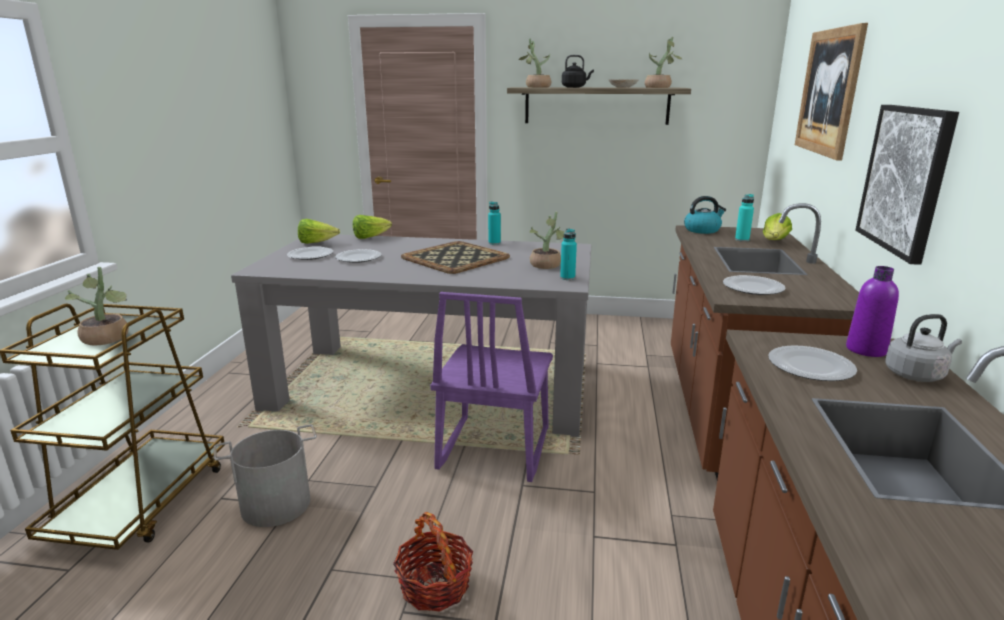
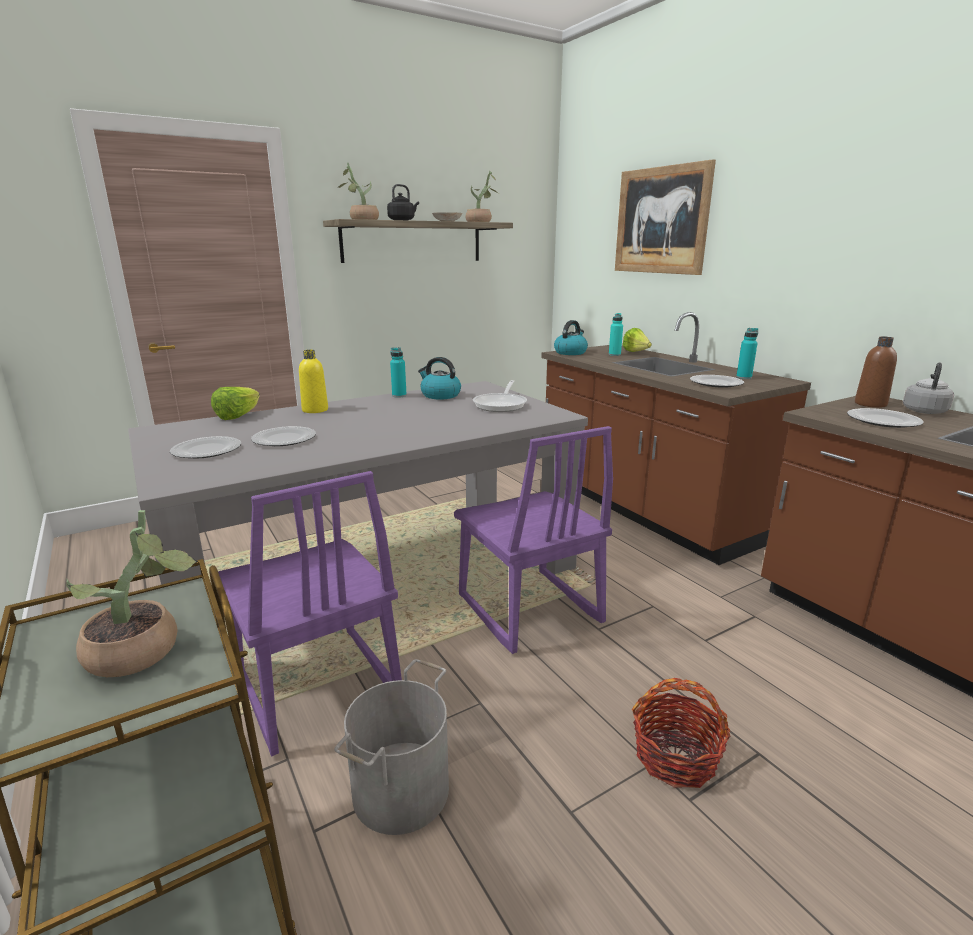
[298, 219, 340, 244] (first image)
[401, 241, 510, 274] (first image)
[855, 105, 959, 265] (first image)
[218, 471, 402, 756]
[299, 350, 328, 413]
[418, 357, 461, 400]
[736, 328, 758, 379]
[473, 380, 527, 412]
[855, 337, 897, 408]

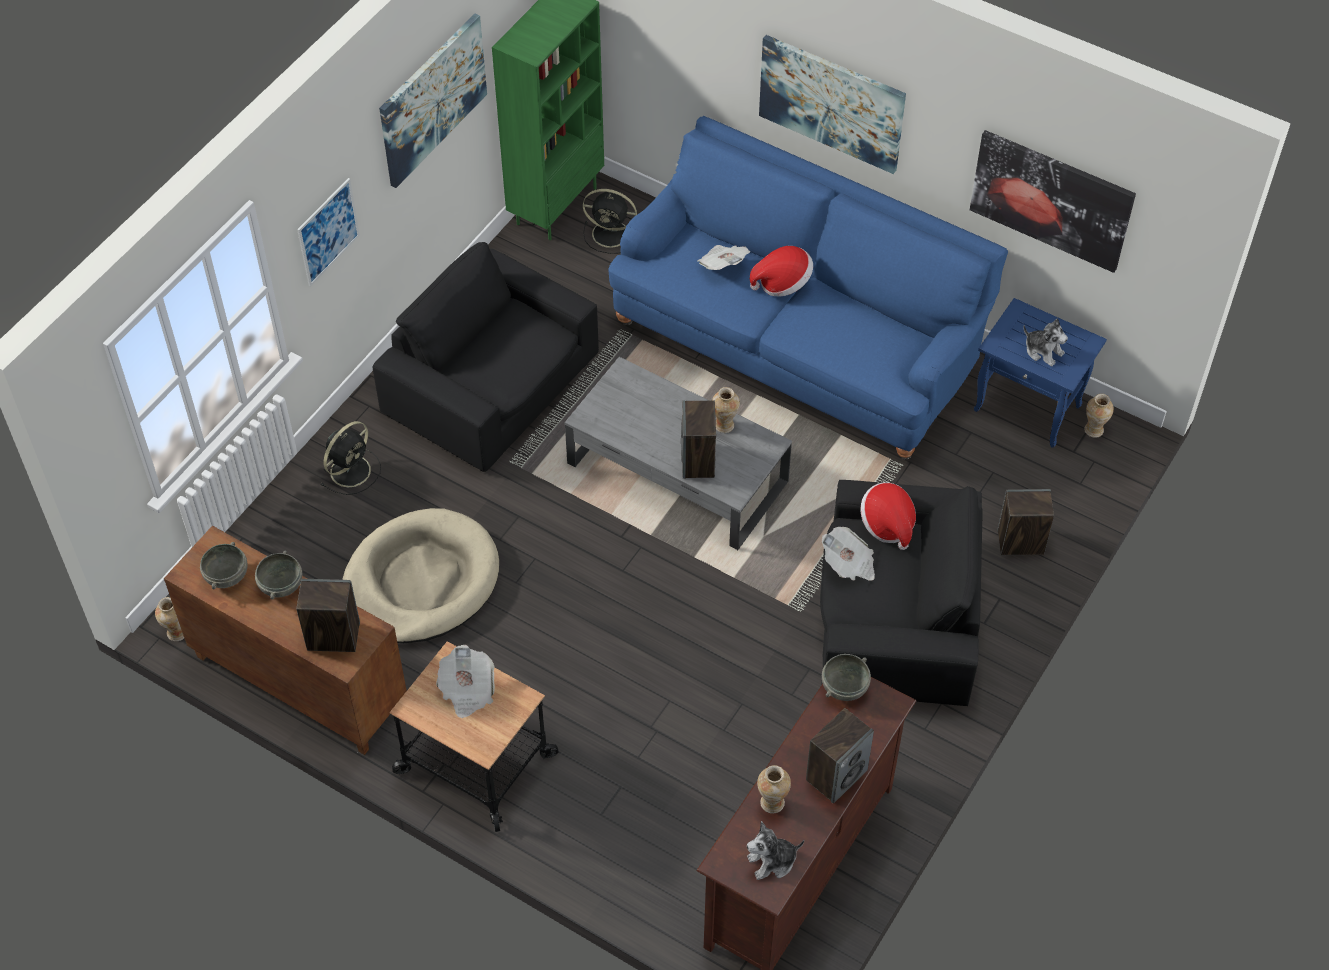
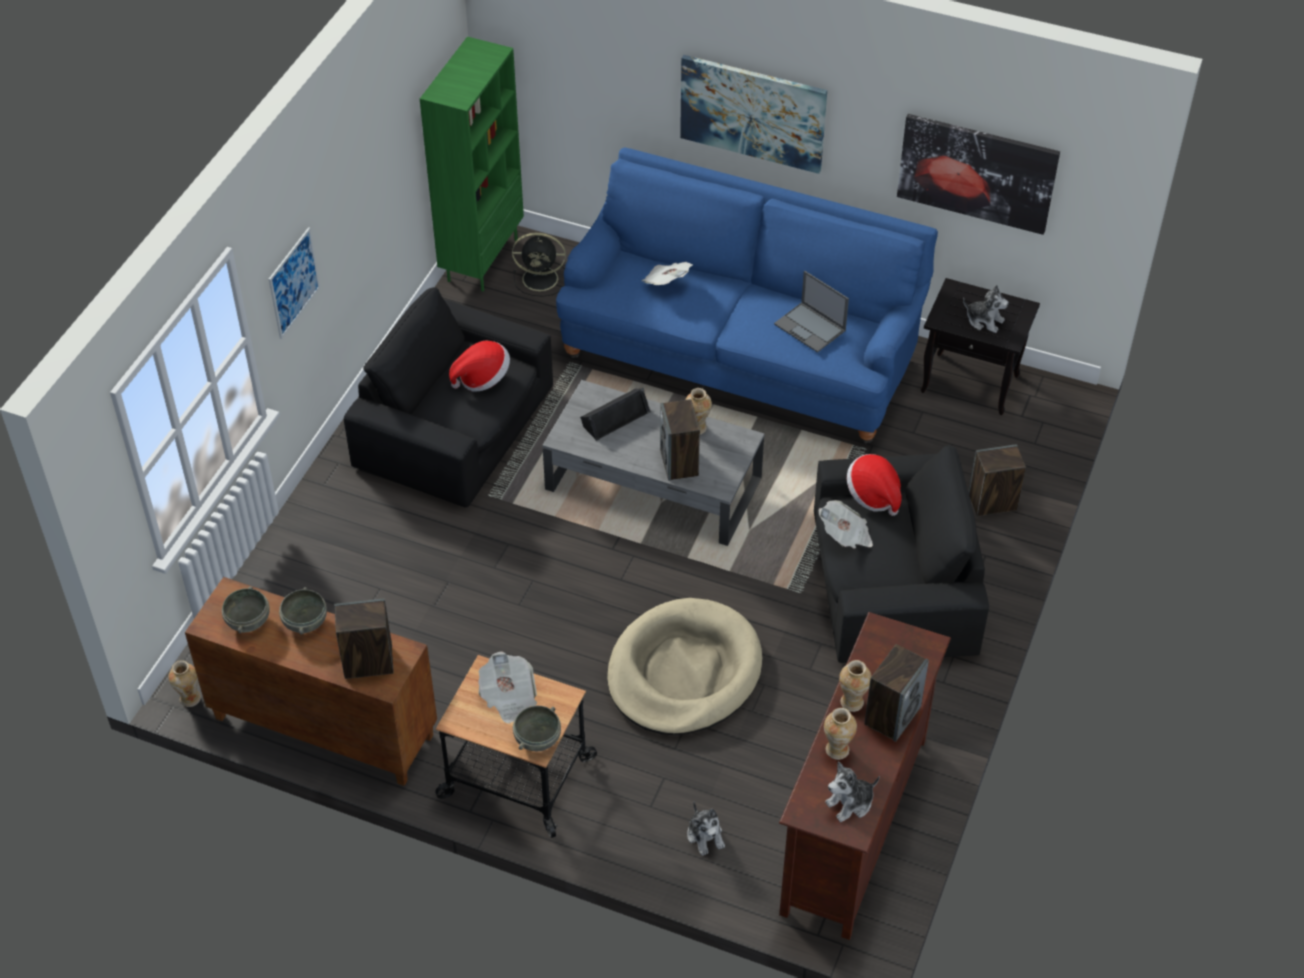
[321, 421, 381, 495] (first image)
[379, 14, 487, 188] (first image)
[580, 388, 651, 441]
[687, 801, 725, 856]
[774, 271, 849, 353]
[607, 598, 762, 735]
[449, 341, 510, 392]
[513, 706, 561, 751]
[839, 660, 872, 712]
[921, 278, 1040, 415]

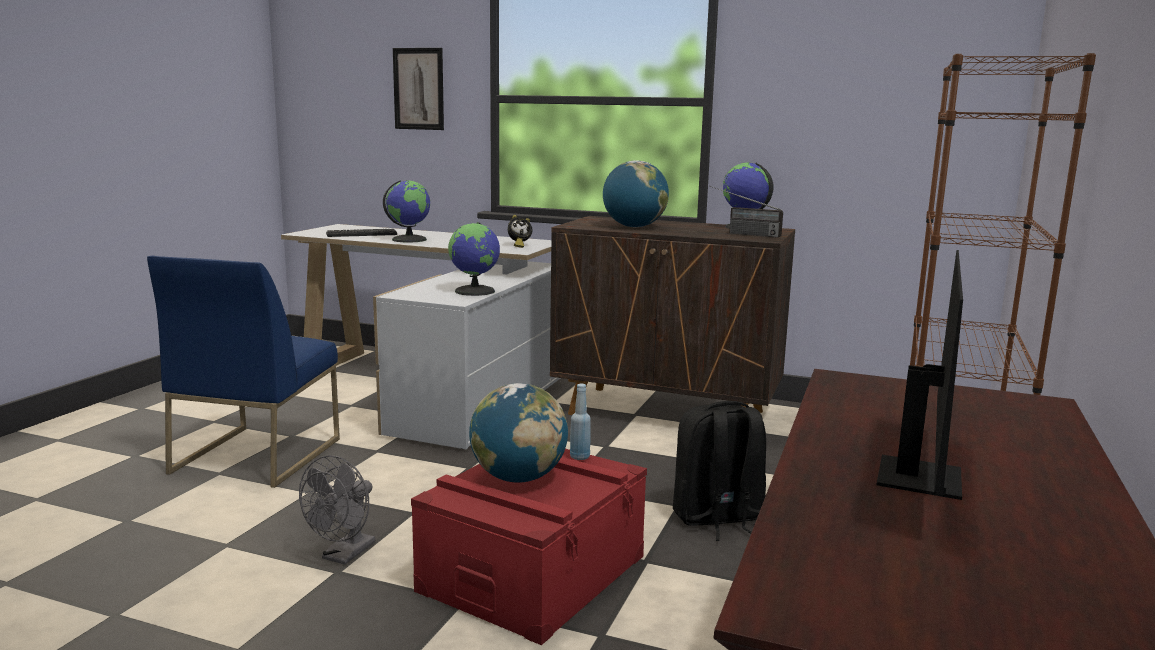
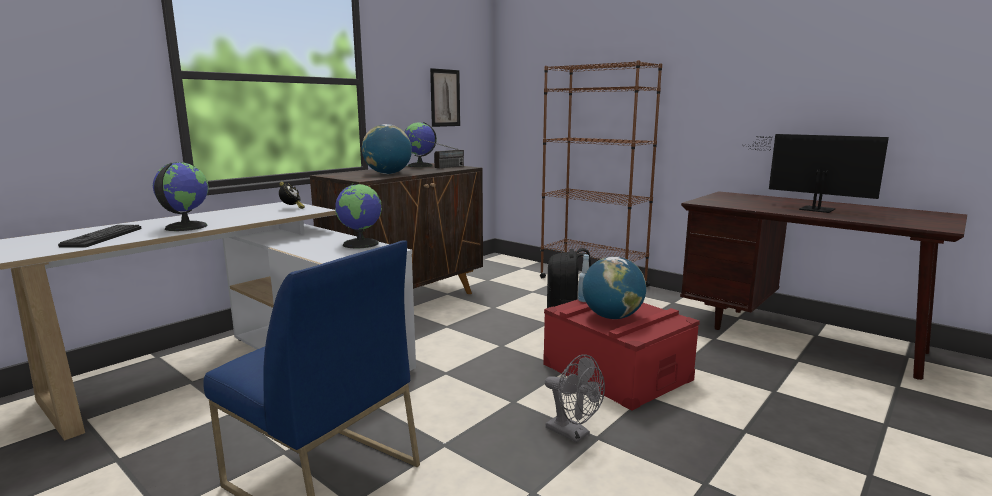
[430, 68, 460, 127]

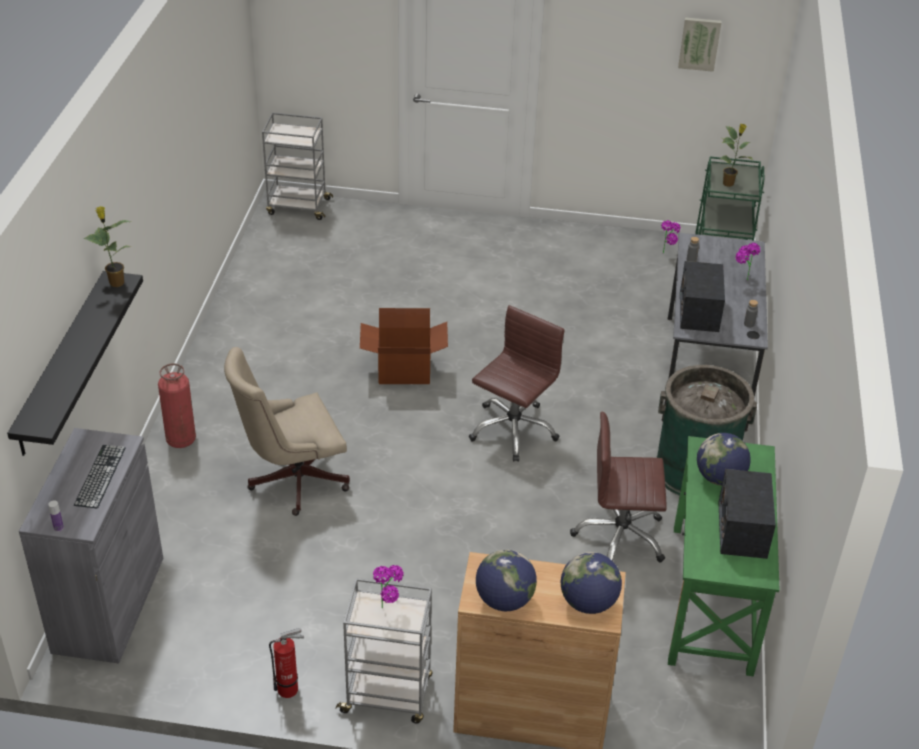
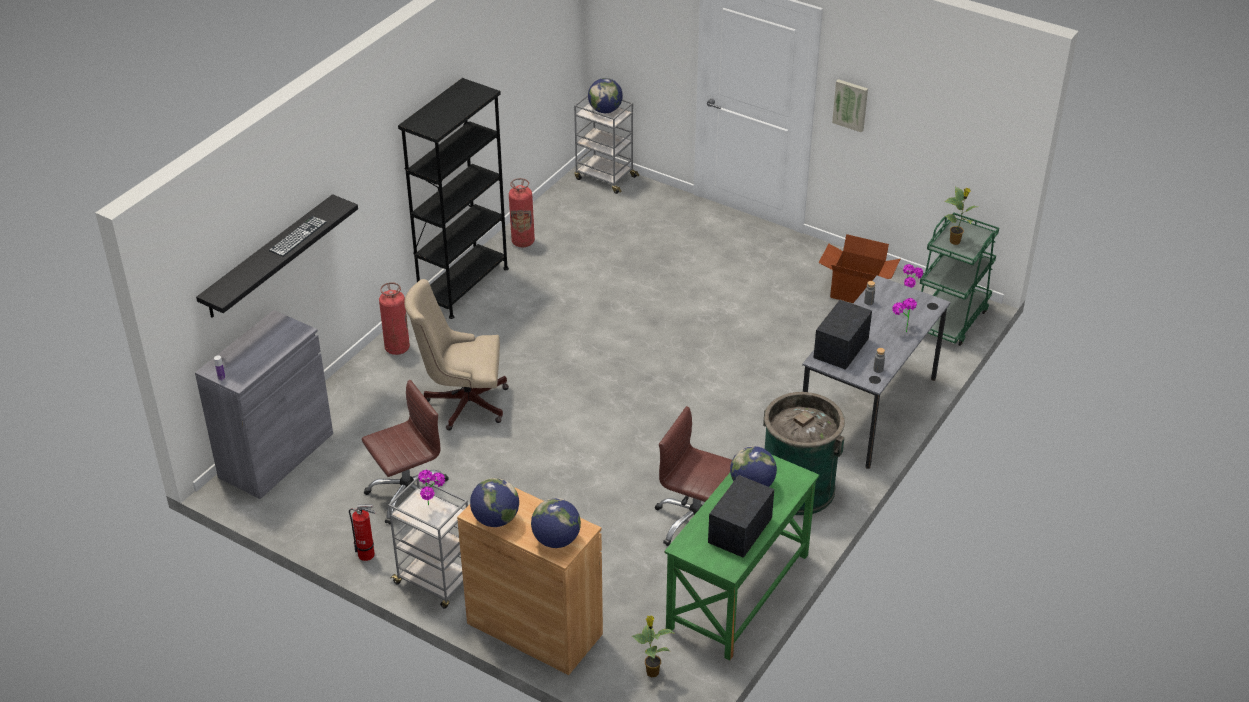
[398, 78, 509, 319]
[509, 178, 535, 248]
[588, 78, 623, 113]
[269, 216, 326, 257]
[632, 615, 674, 677]
[819, 234, 900, 303]
[362, 380, 449, 524]
[832, 79, 868, 132]

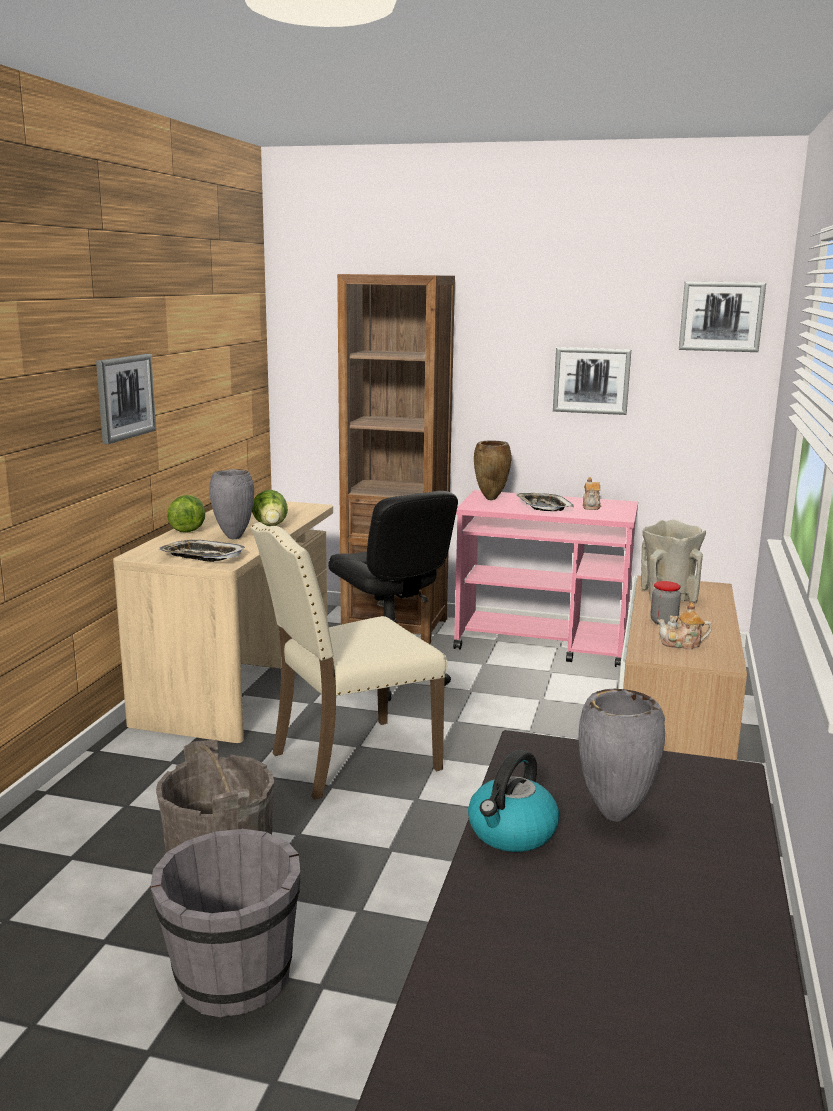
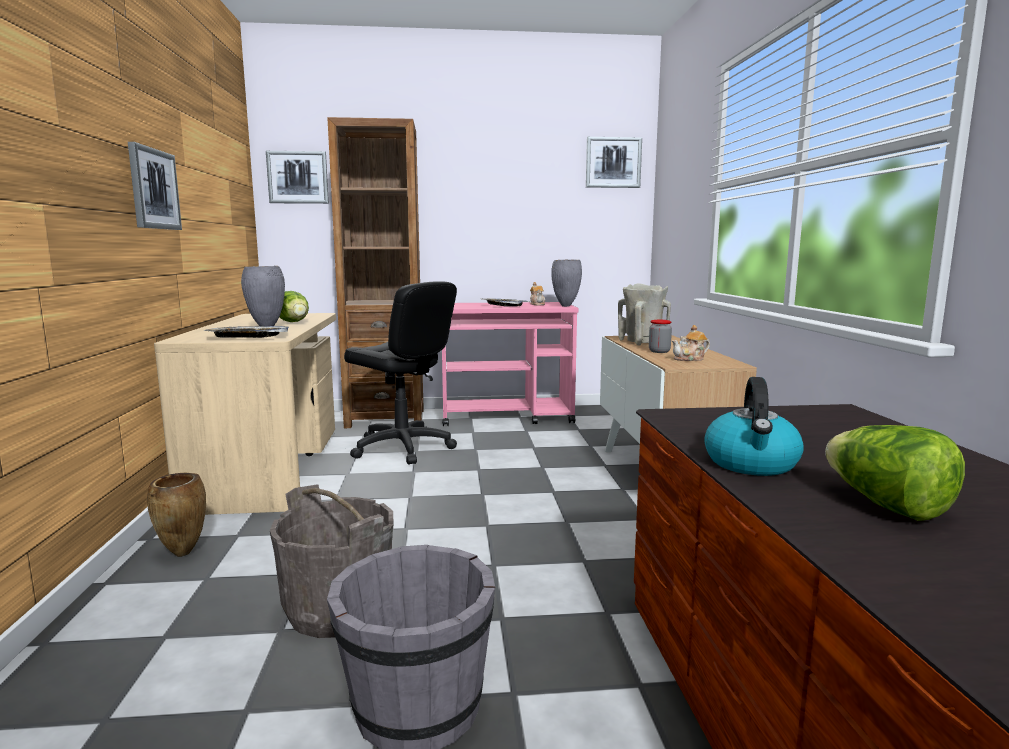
[251, 522, 447, 800] (first image)
[825, 425, 965, 521]
[147, 473, 206, 557]
[266, 151, 329, 204]
[551, 260, 582, 307]

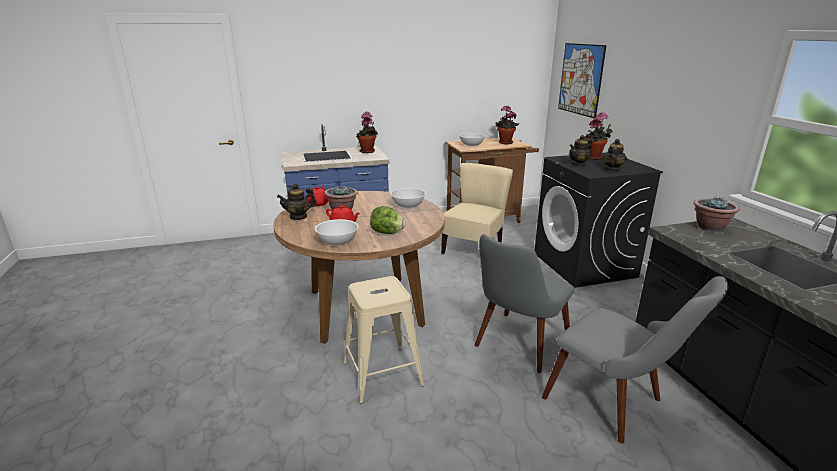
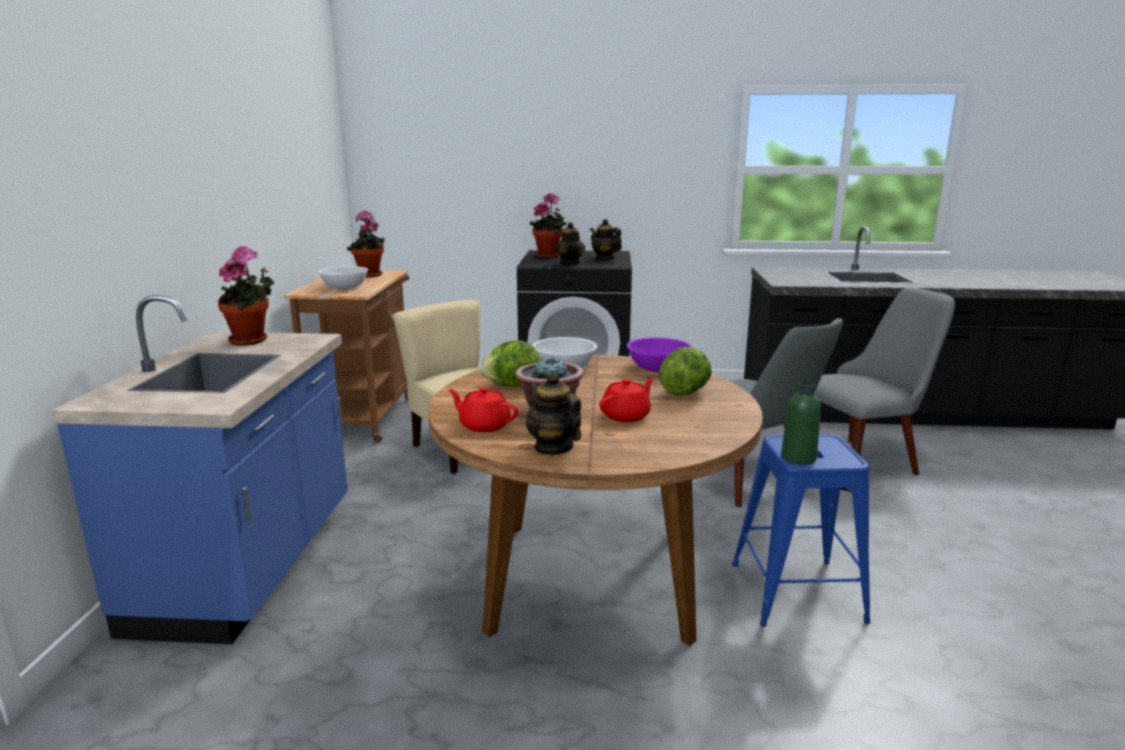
[315, 219, 359, 245] (first image)
[558, 43, 606, 118] (first image)
[694, 196, 740, 231] (first image)
[480, 340, 540, 387]
[627, 337, 692, 372]
[781, 381, 821, 465]
[732, 434, 870, 627]
[526, 372, 581, 455]

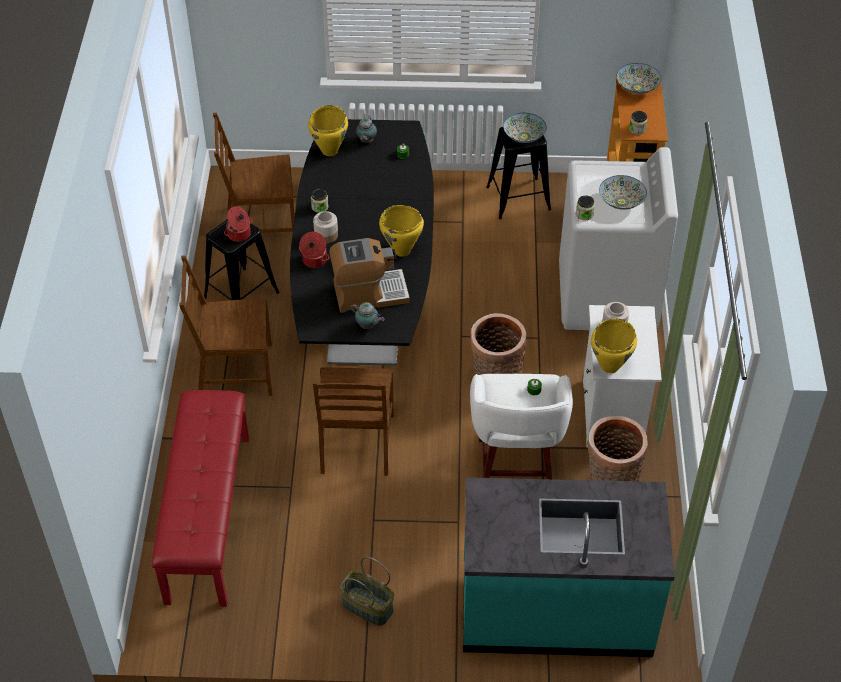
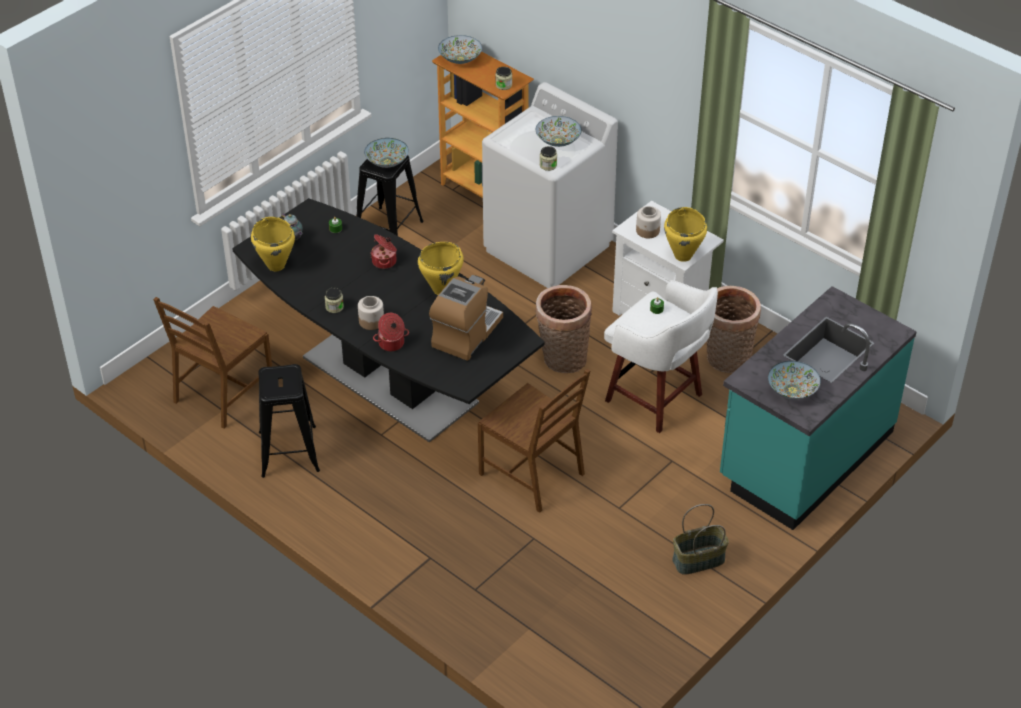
[152, 390, 249, 607] (first image)
[179, 256, 272, 396] (first image)
[350, 302, 385, 329] (first image)
[768, 361, 821, 399]
[370, 234, 397, 269]

